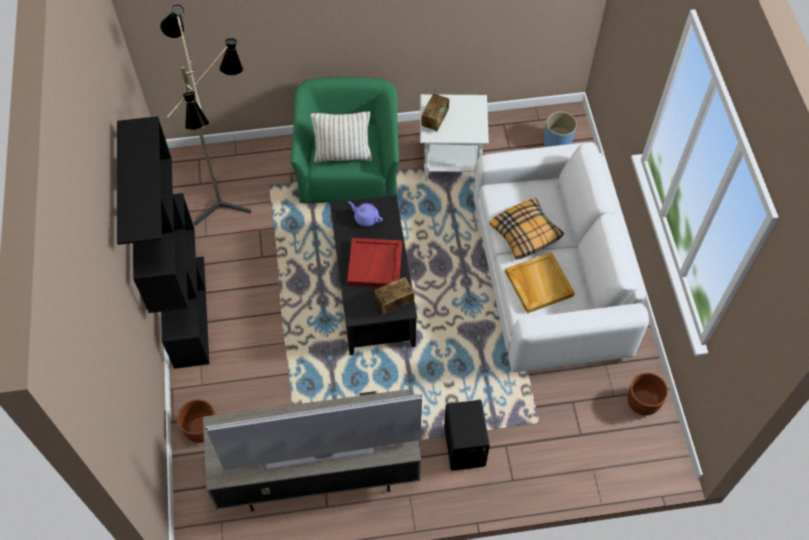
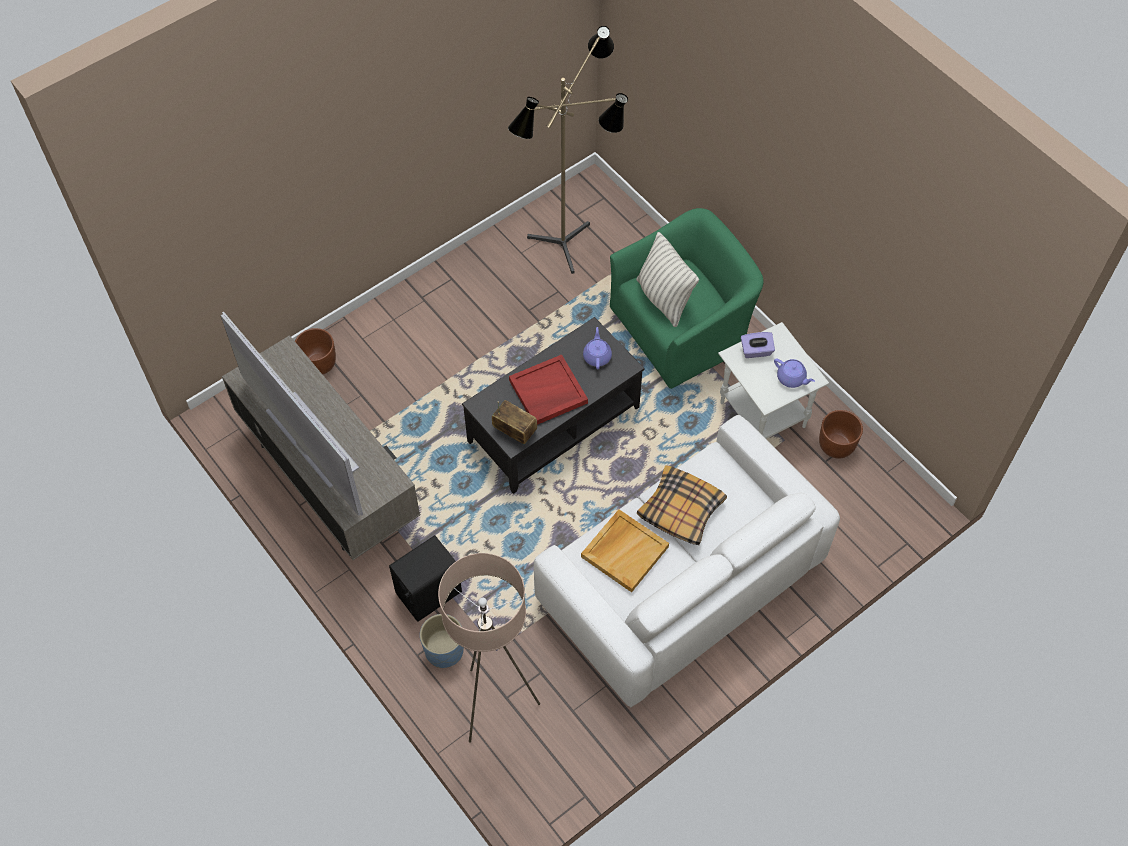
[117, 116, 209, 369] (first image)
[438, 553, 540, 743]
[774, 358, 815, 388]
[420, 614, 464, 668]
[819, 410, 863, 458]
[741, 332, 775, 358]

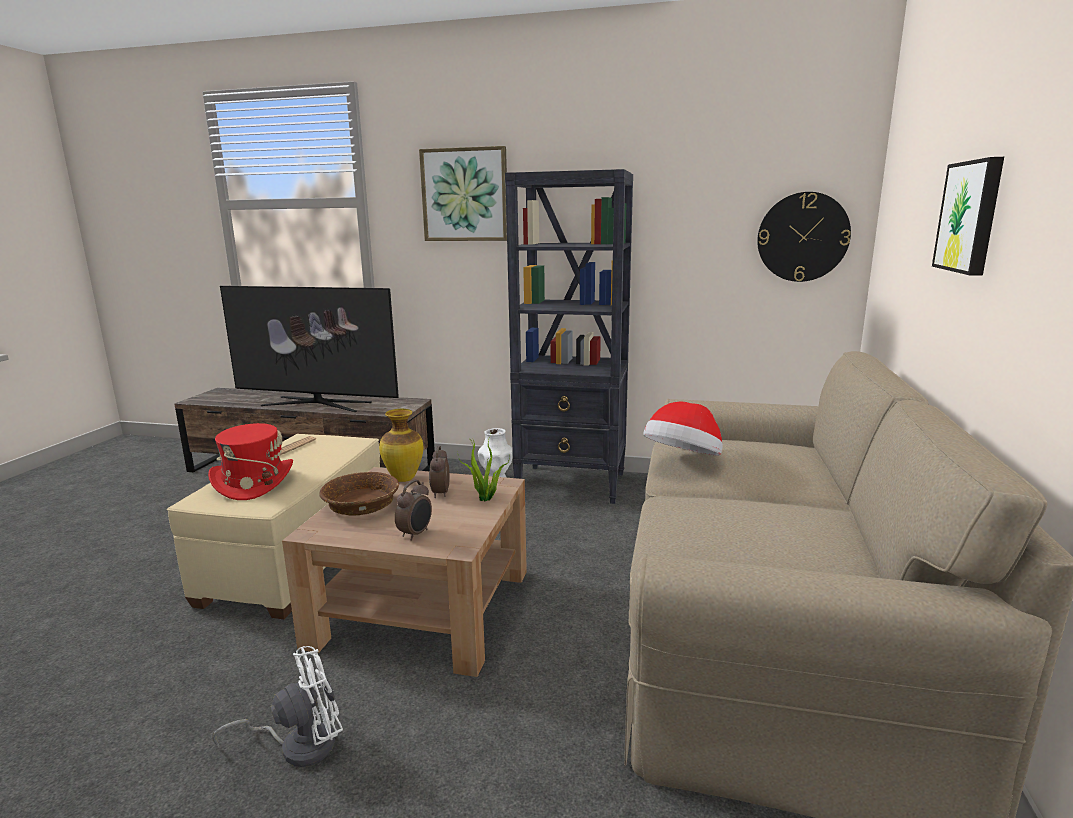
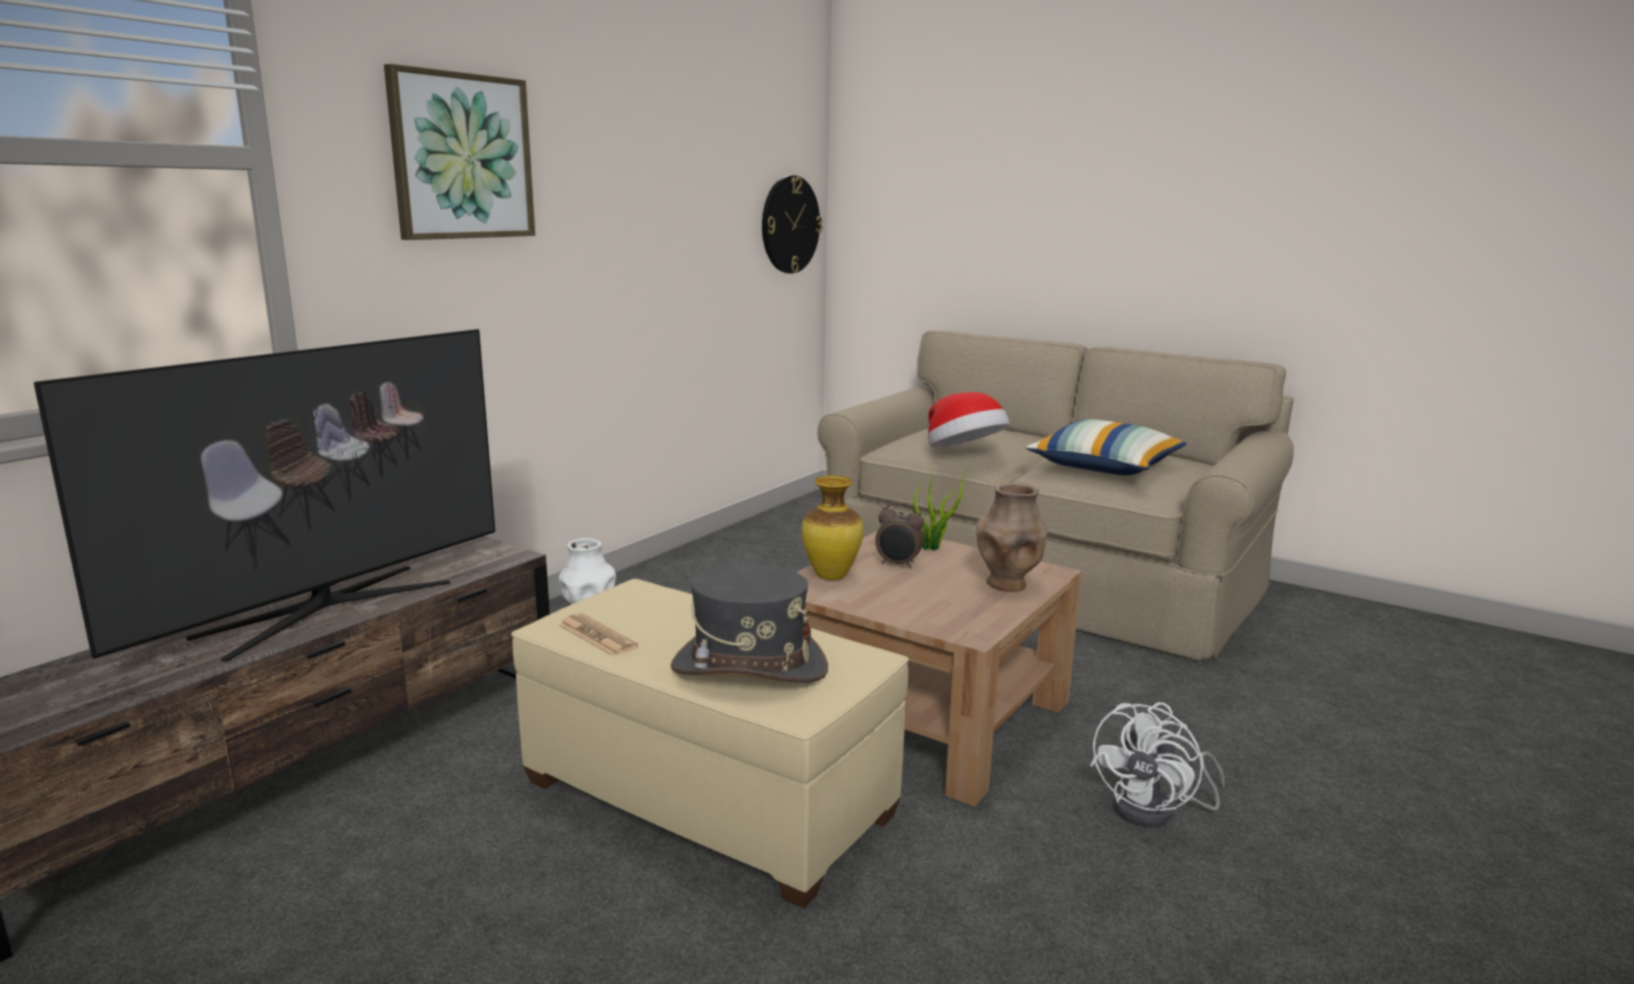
[319, 472, 399, 516] (first image)
[505, 169, 633, 504] (first image)
[932, 157, 1004, 275] (first image)
[1026, 419, 1187, 475]
[976, 482, 1047, 592]
[671, 564, 828, 683]
[1090, 702, 1225, 827]

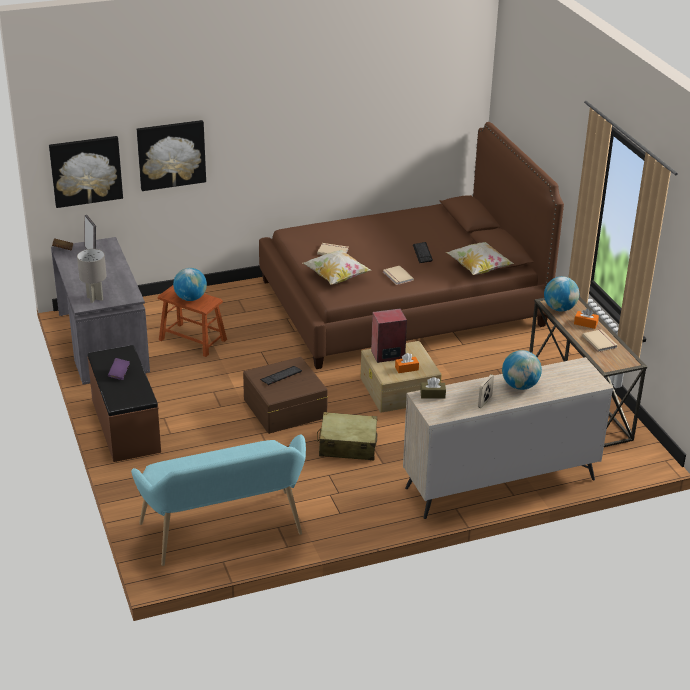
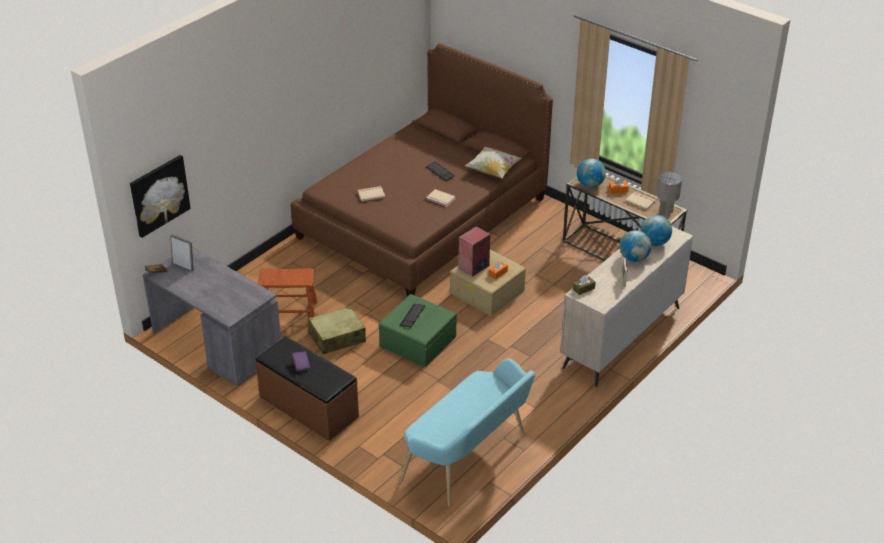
[137, 120, 206, 191] (first image)
[303, 250, 371, 285] (first image)
[657, 172, 682, 217]
[641, 215, 672, 246]
[308, 306, 366, 354]
[379, 294, 457, 367]

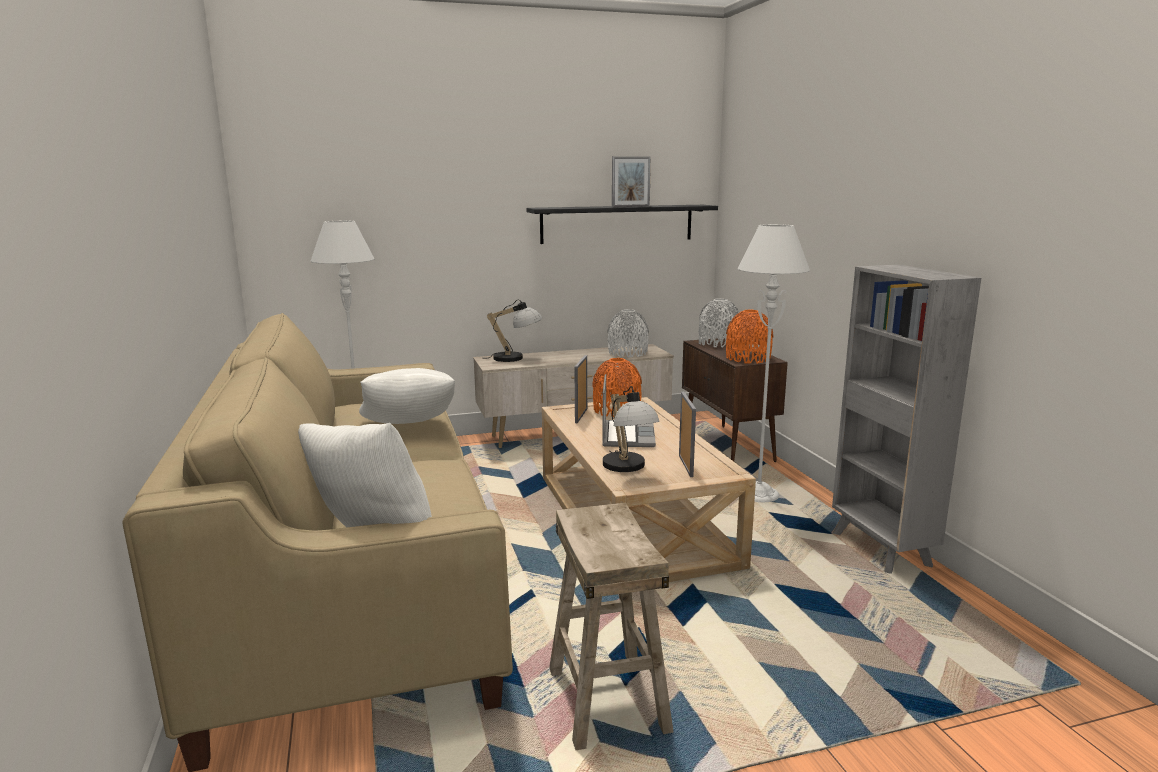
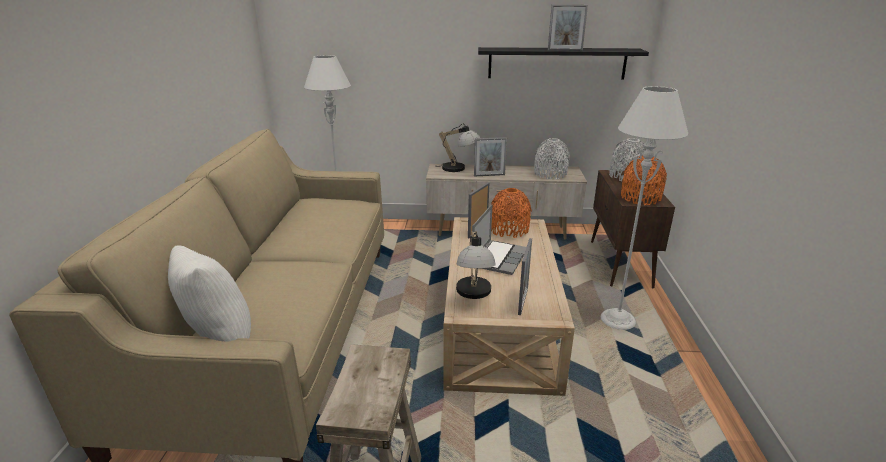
[359, 368, 455, 424] (first image)
[832, 265, 981, 574] (first image)
[474, 137, 507, 177]

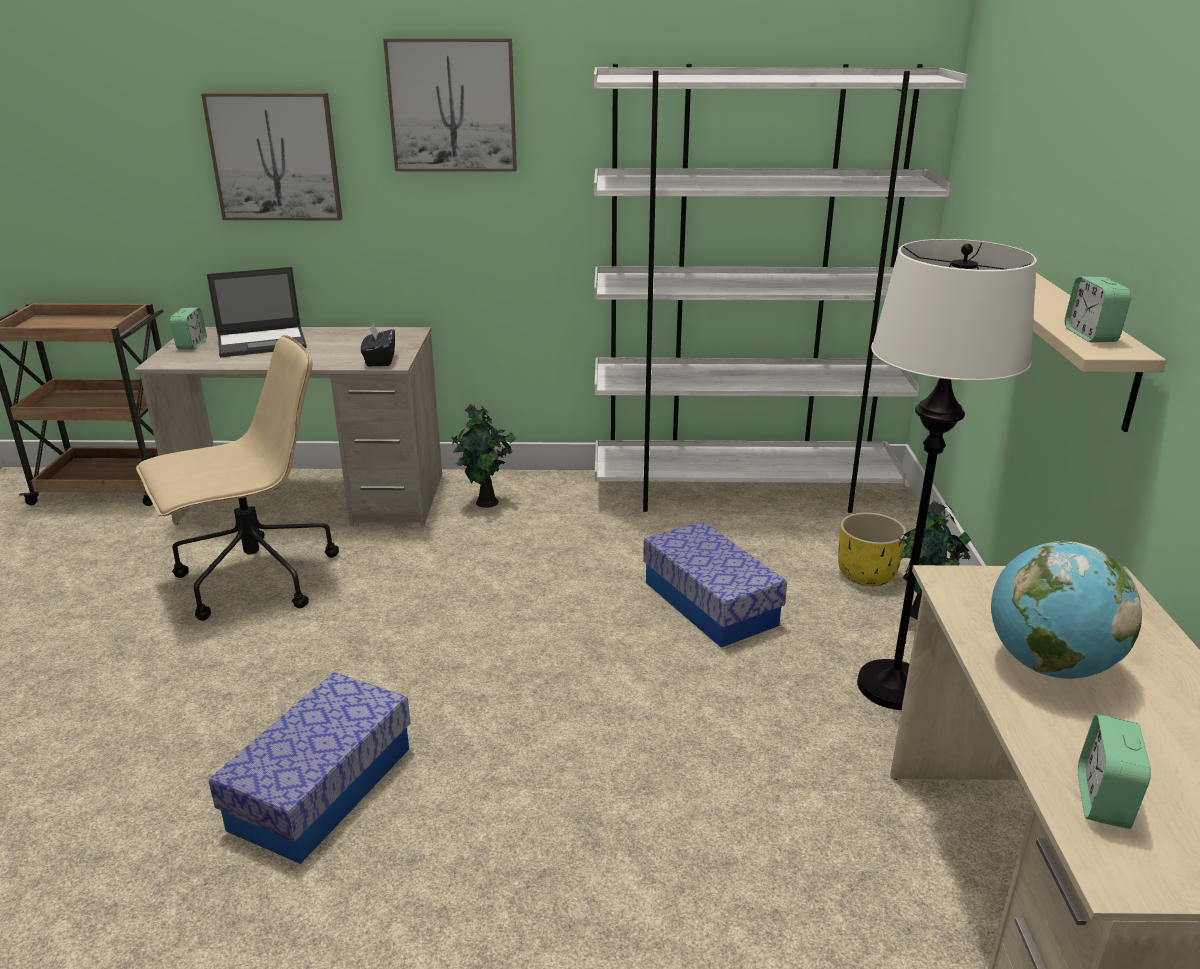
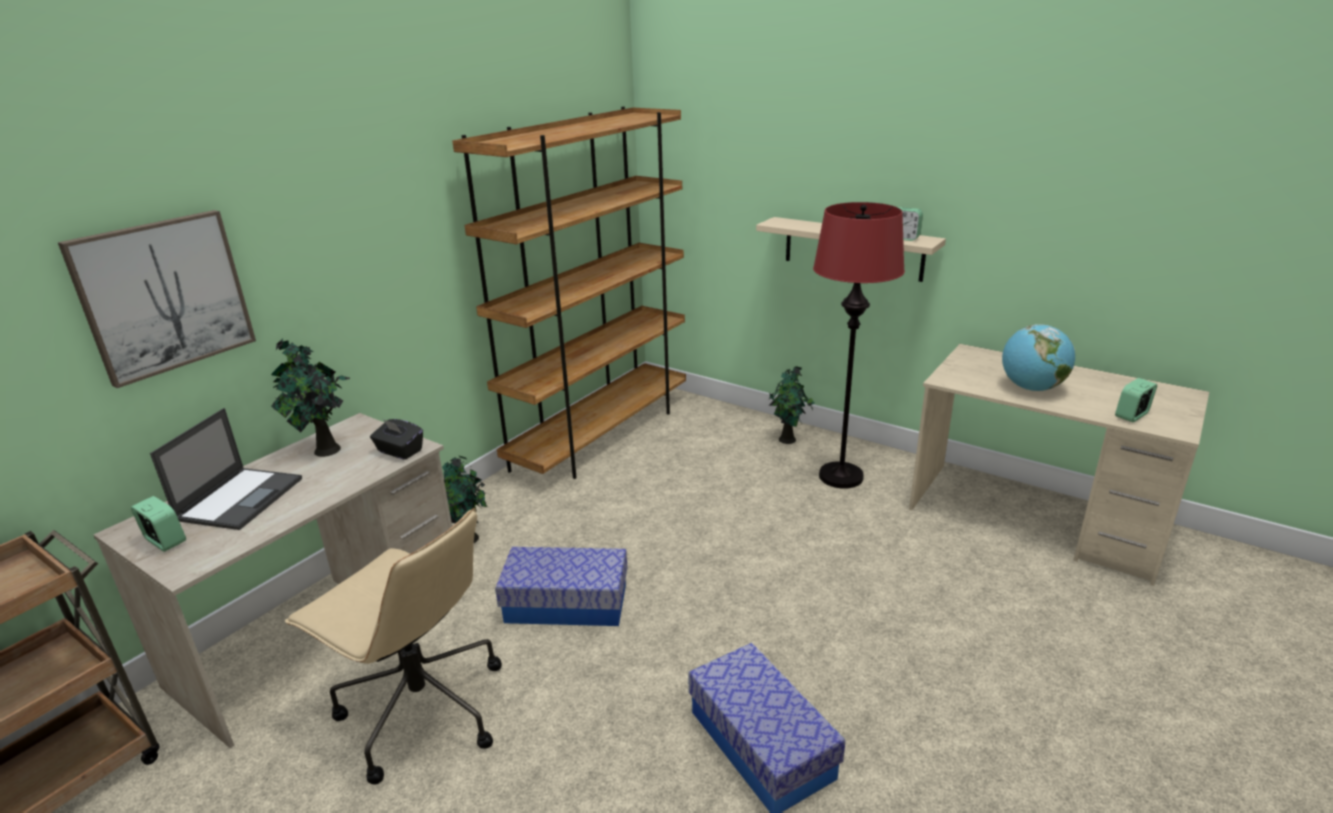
[383, 38, 517, 172] (first image)
[838, 512, 907, 586] (first image)
[271, 339, 350, 457]
[495, 547, 628, 626]
[452, 107, 686, 479]
[813, 202, 905, 489]
[285, 508, 502, 785]
[1115, 378, 1157, 422]

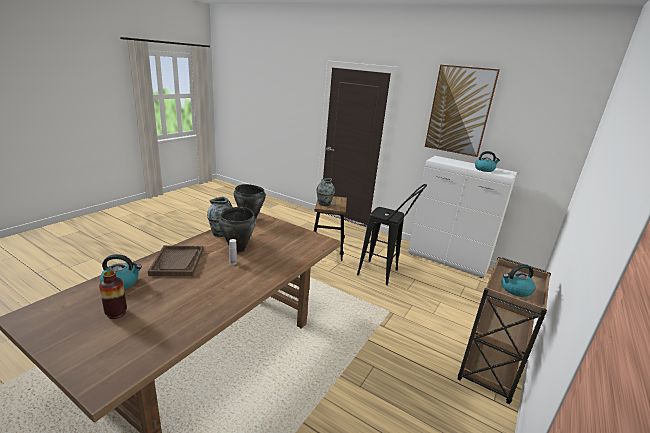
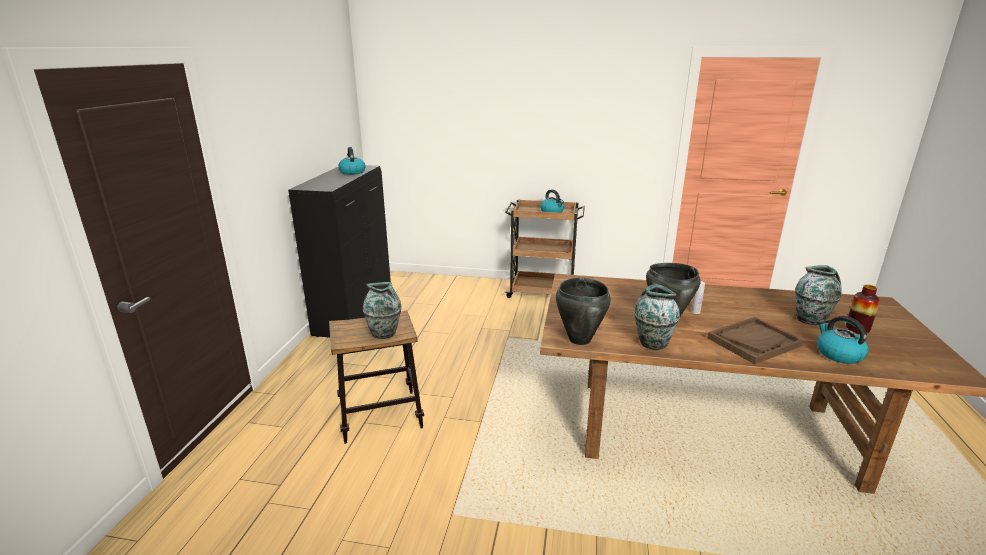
[357, 184, 427, 285] (first image)
[425, 65, 500, 157] (first image)
[795, 265, 842, 325]
[288, 165, 391, 338]

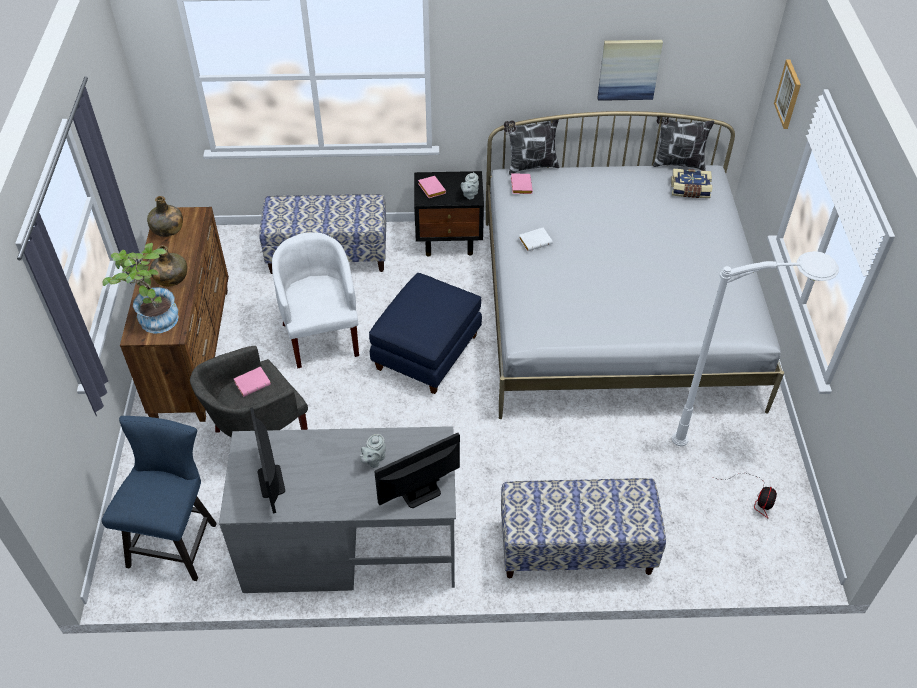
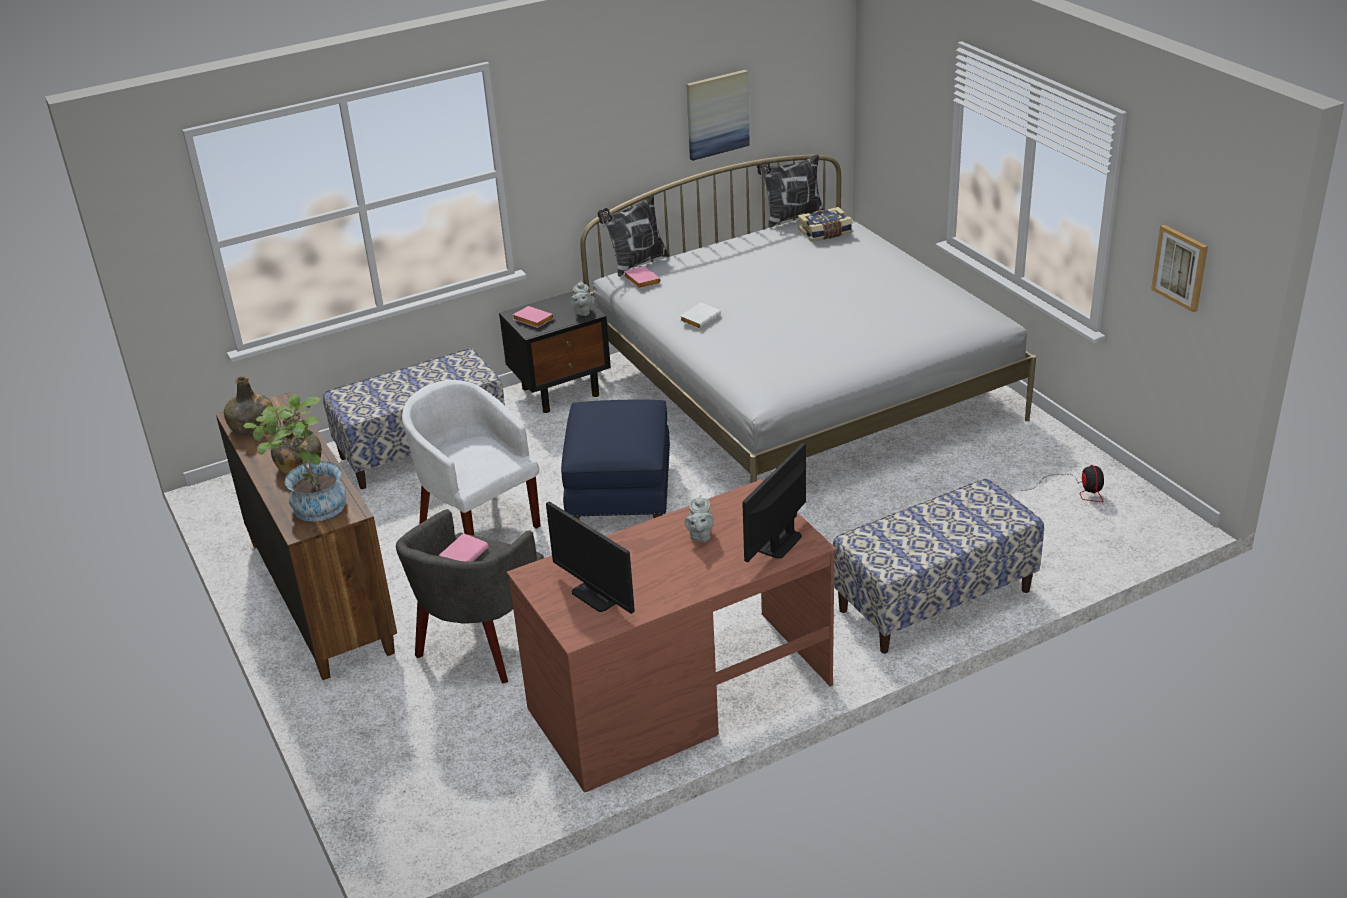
[102, 416, 217, 581] (first image)
[672, 251, 839, 446] (first image)
[1151, 225, 1208, 312]
[507, 479, 836, 792]

